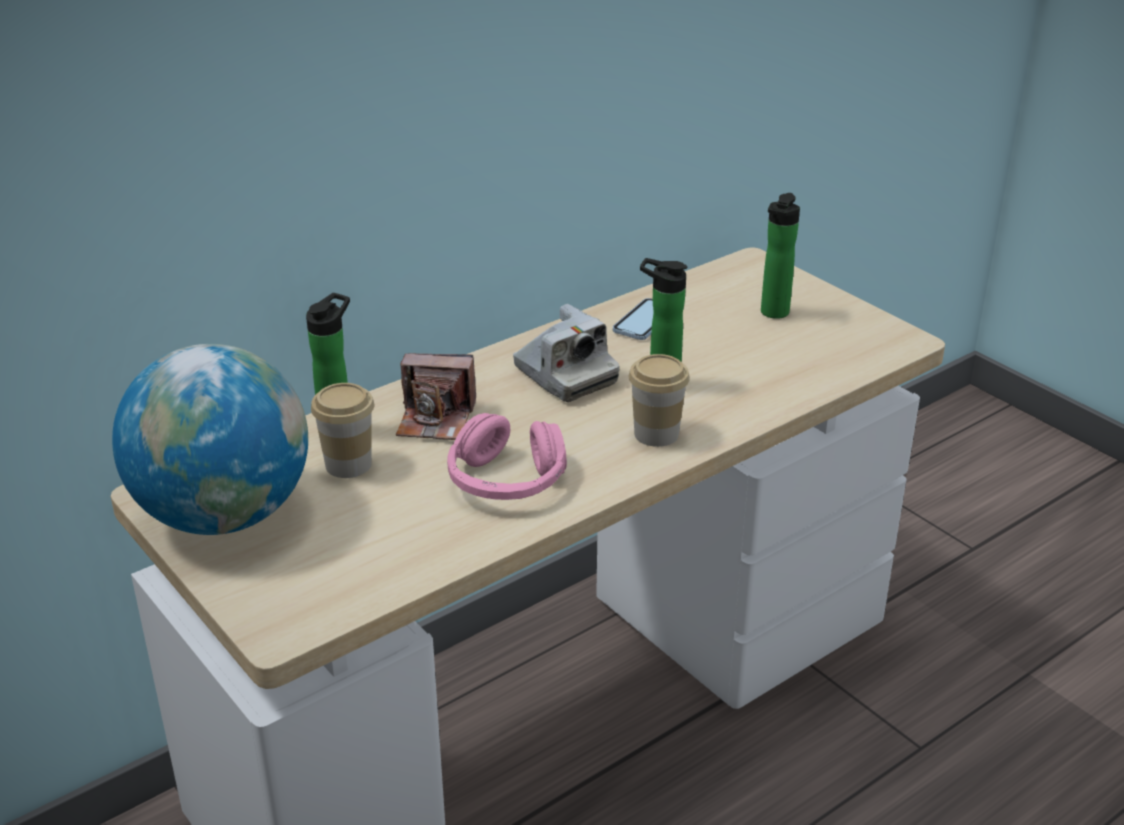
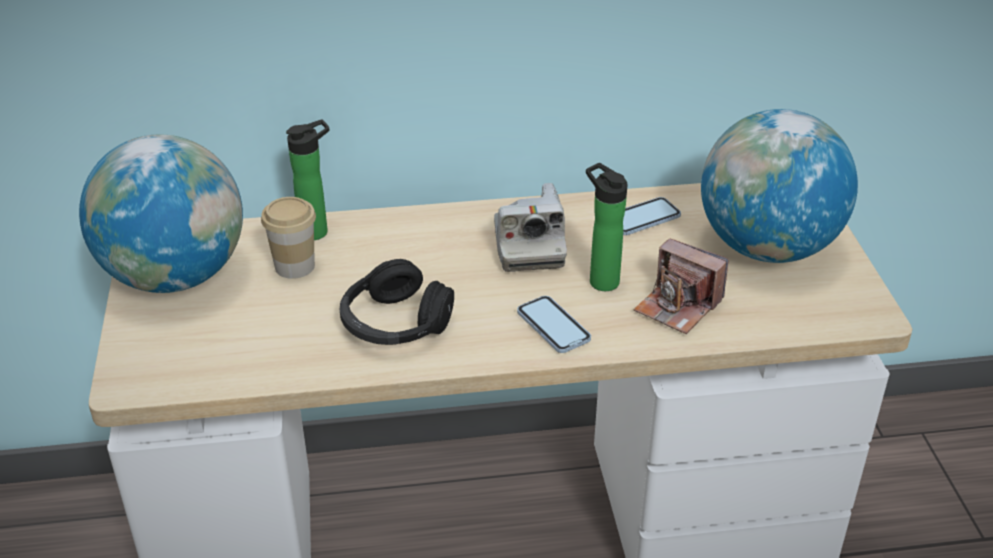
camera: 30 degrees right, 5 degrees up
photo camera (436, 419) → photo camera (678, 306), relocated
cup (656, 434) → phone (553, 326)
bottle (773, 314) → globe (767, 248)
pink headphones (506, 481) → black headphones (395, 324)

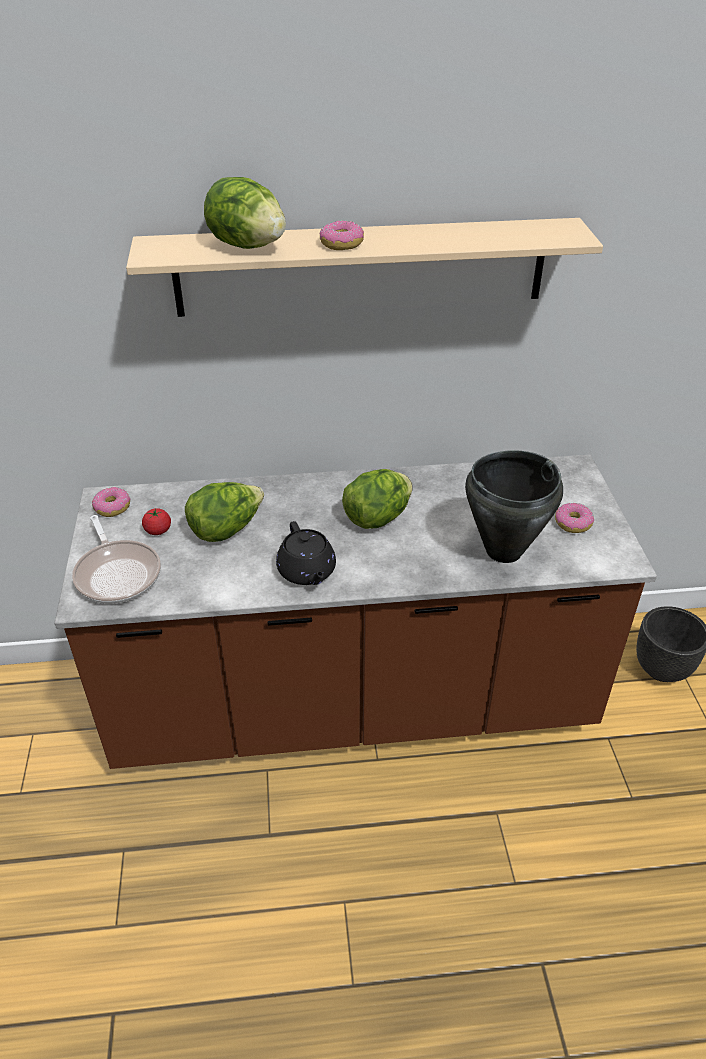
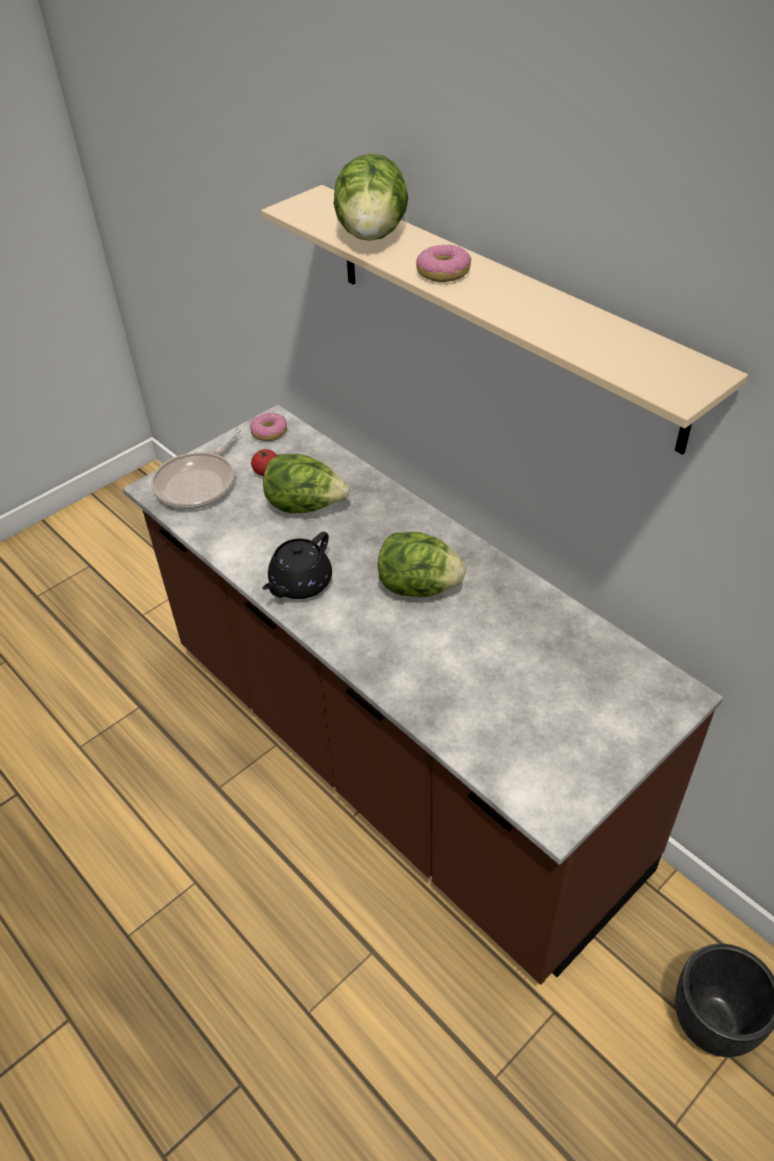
camera: 55 degrees right, 5 degrees up
black cooking pot (502, 550) → -
donut (573, 523) → -

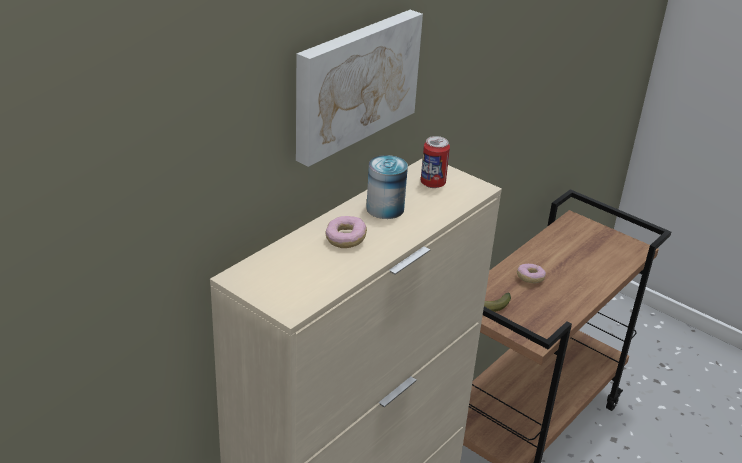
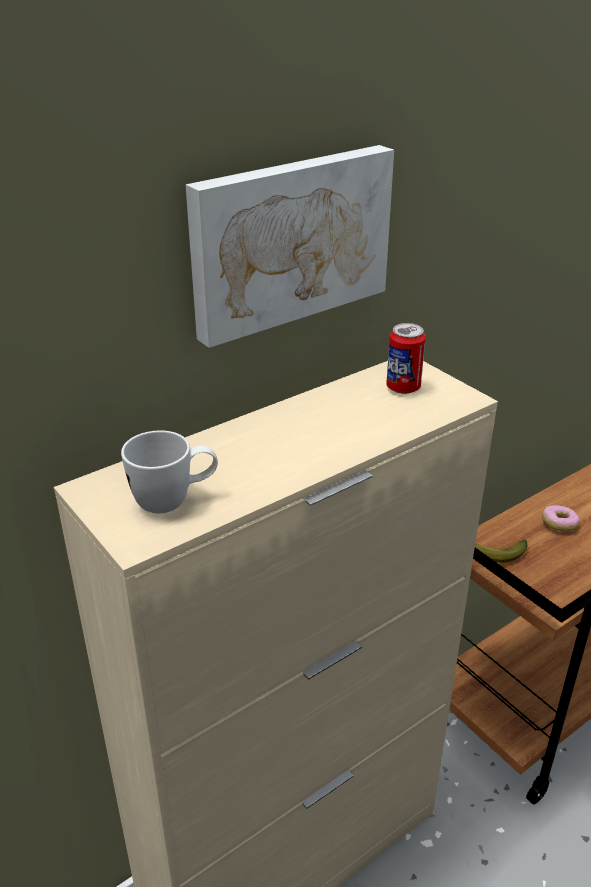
camera: 15 degrees right, 0 degrees up
donut (345, 239) → -
can (385, 208) → -
- → white mug (174, 501)

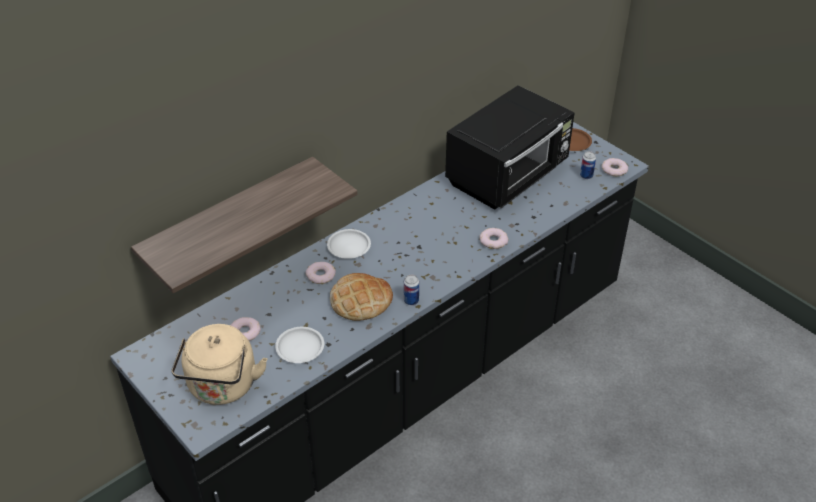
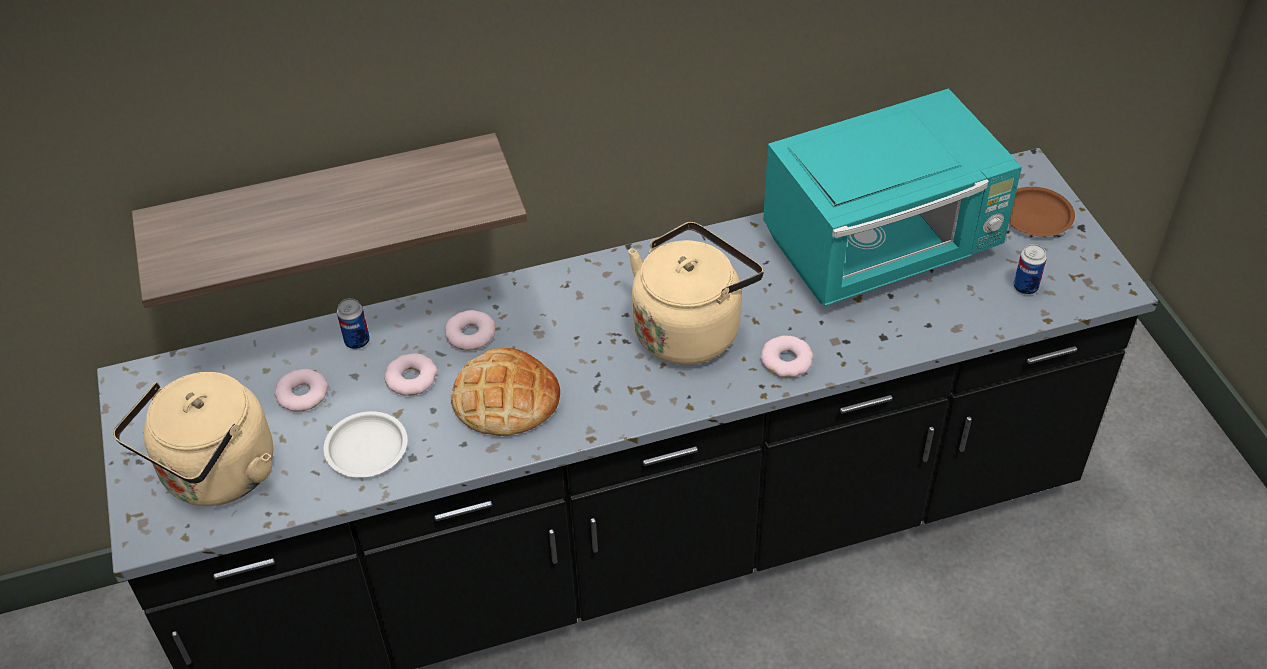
camera: 25 degrees right, 5 degrees up
white plate (348, 247) → -
- → beige kettle (690, 328)
can (411, 301) → can (357, 341), relocated
donut (614, 169) → donut (411, 378), relocated
black microwave (508, 176) → turquoise microwave (883, 248)

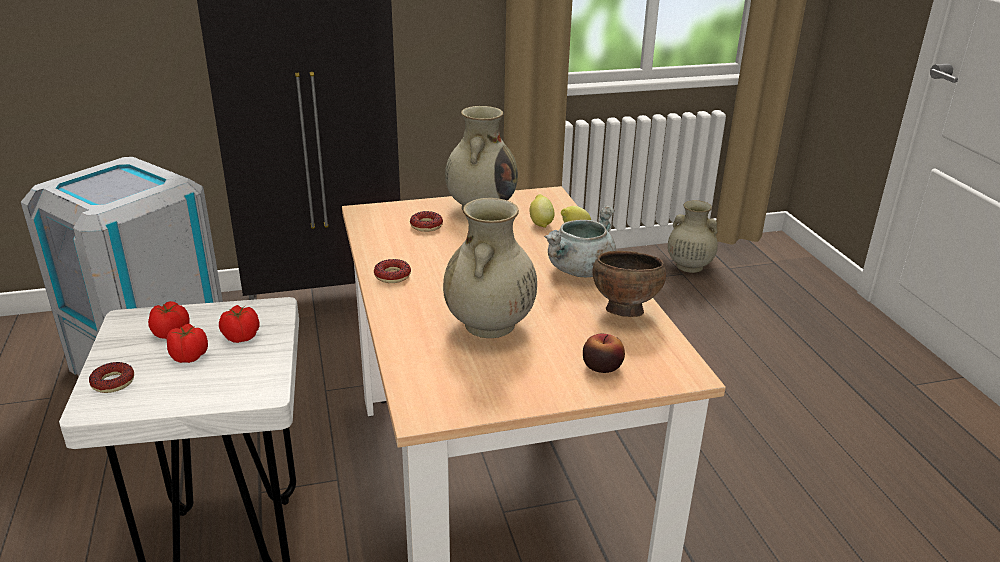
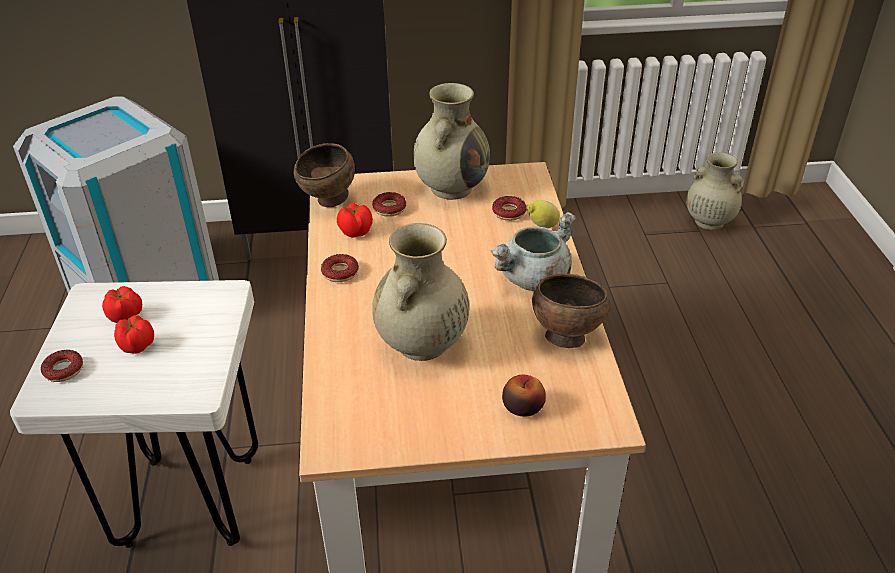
camera: 10 degrees right, 10 degrees up
- → brown bowl (329, 201)
tomato (240, 337) → tomato (355, 231), relocated
lemon (541, 223) → donut (509, 212)

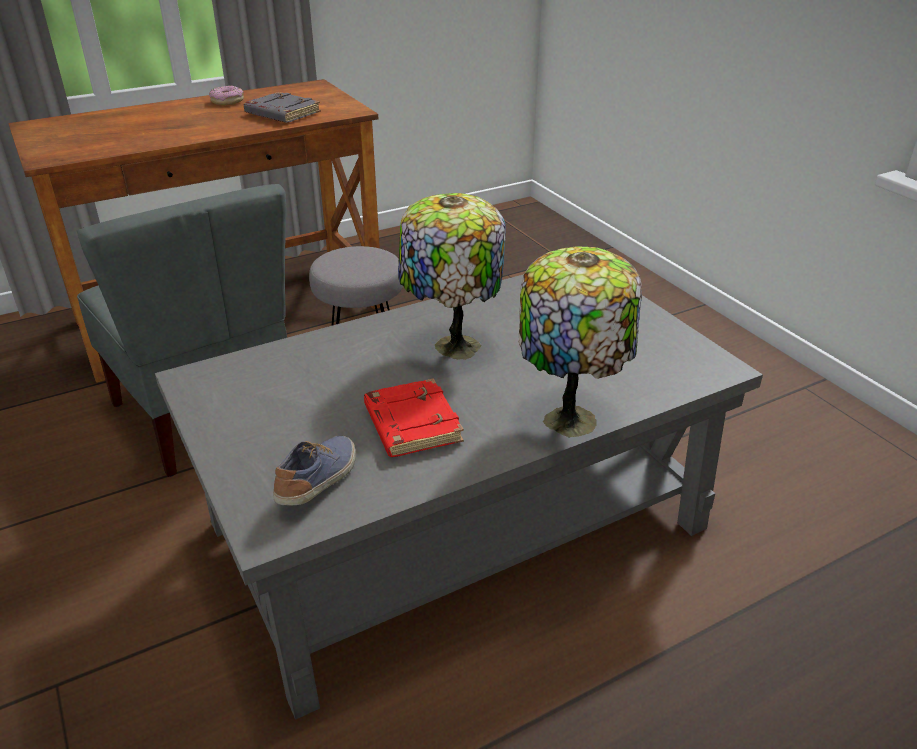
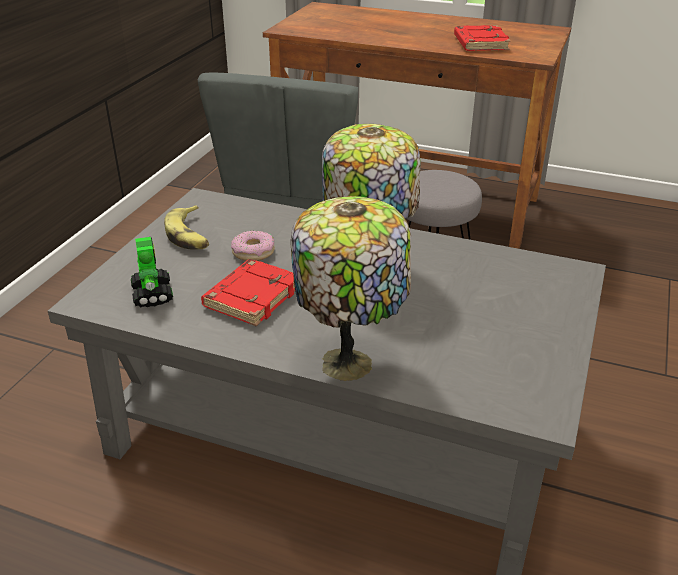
camera: 50 degrees right, 0 degrees up
- → banana (190, 235)
donut (227, 101) → donut (253, 252), relocated
shoe (319, 481) → toy robot (152, 293)
grey book (281, 114) → red book (479, 43)

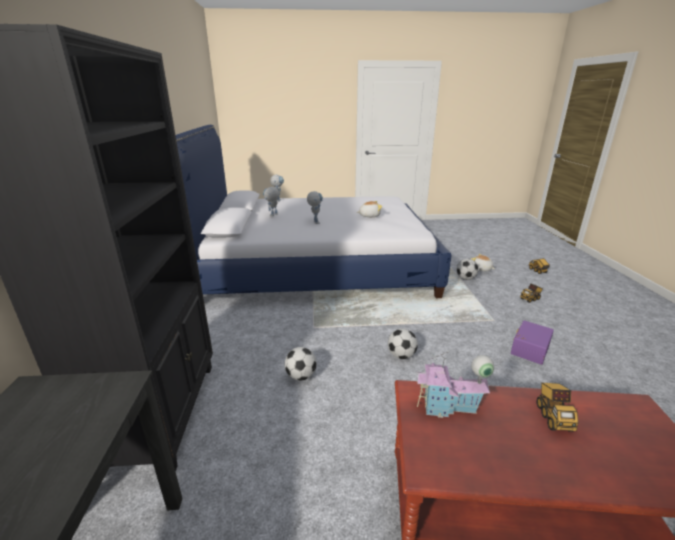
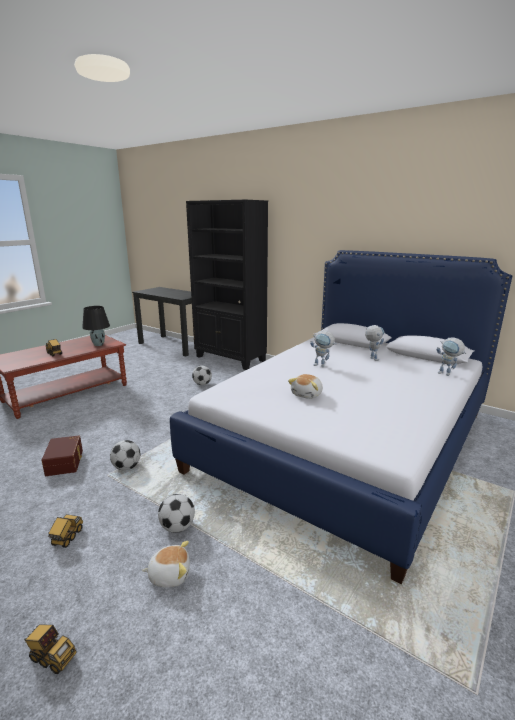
camera: 130 degrees right, 5 degrees down
football (401, 356) → football (126, 467), relocated
toy house (448, 406) → black table lamp (98, 345)
purple storage box (529, 348) → brown storage box (65, 462)

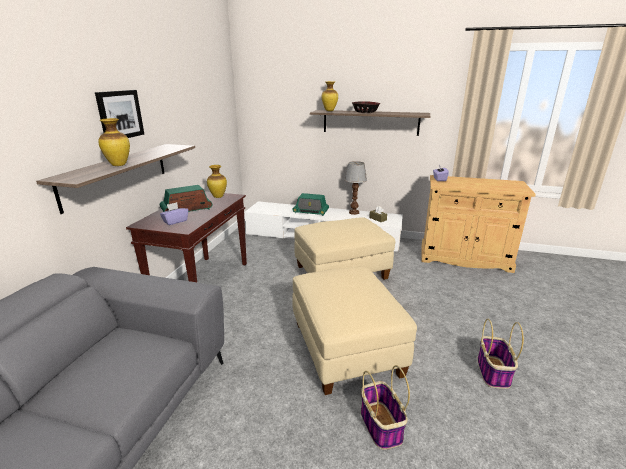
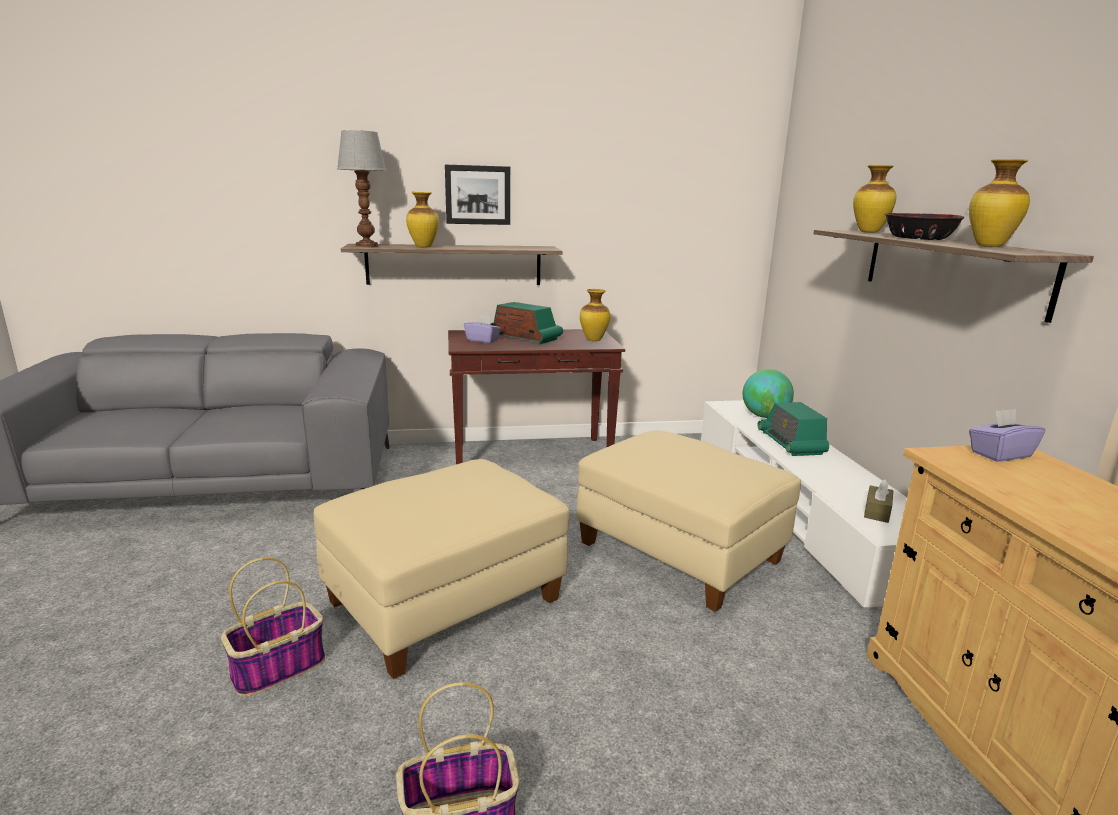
camera: 65 degrees right, 5 degrees down
- → globe (764, 416)
- → vase (988, 246)
table lamp (353, 212) → table lamp (367, 246), relocated

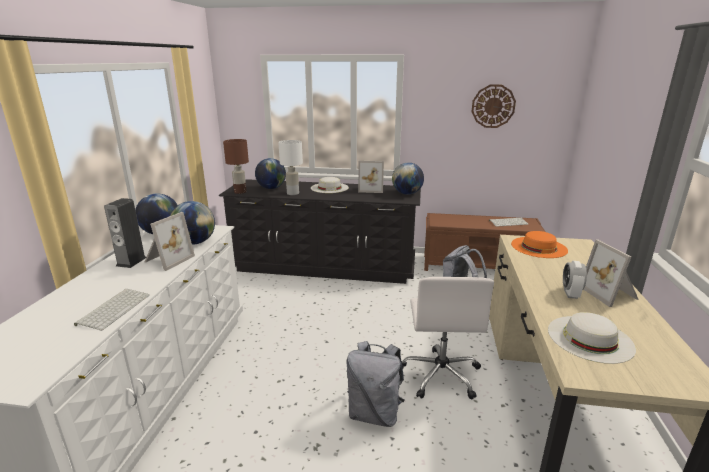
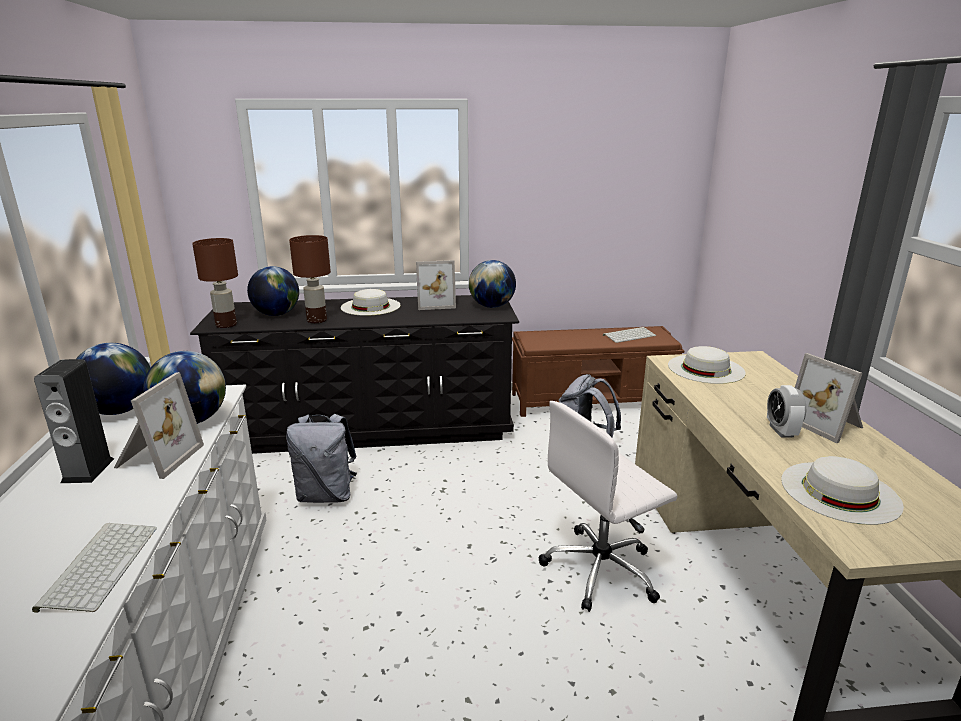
camera: 15 degrees left, 0 degrees up
wall clock (493, 106) → -
grey backpack (374, 413) → grey backpack (326, 495), relocated
white table lamp (293, 193) → brown table lamp (317, 320)
orange hat (538, 247) → white hat (705, 369)
white office chair (440, 374) → white office chair (602, 570), 75 degrees clockwise

